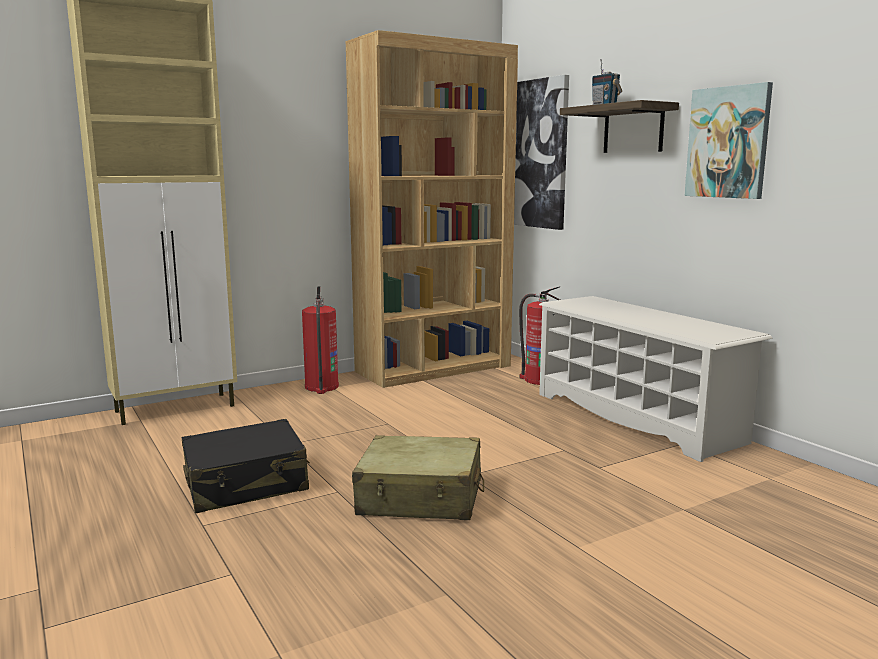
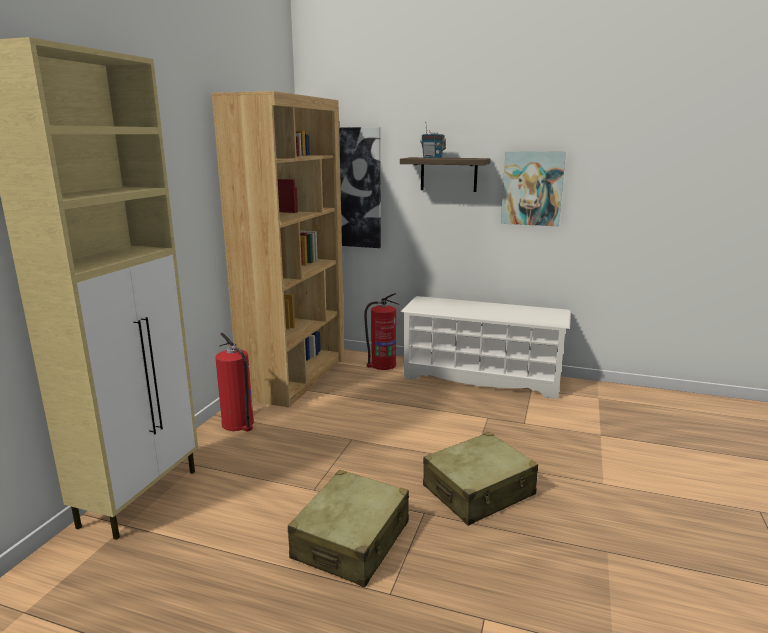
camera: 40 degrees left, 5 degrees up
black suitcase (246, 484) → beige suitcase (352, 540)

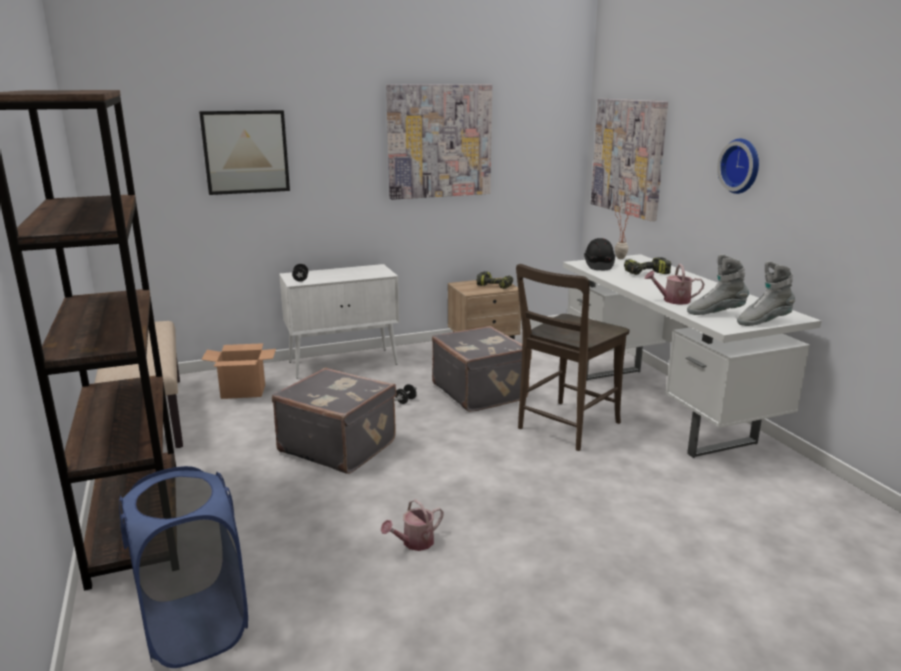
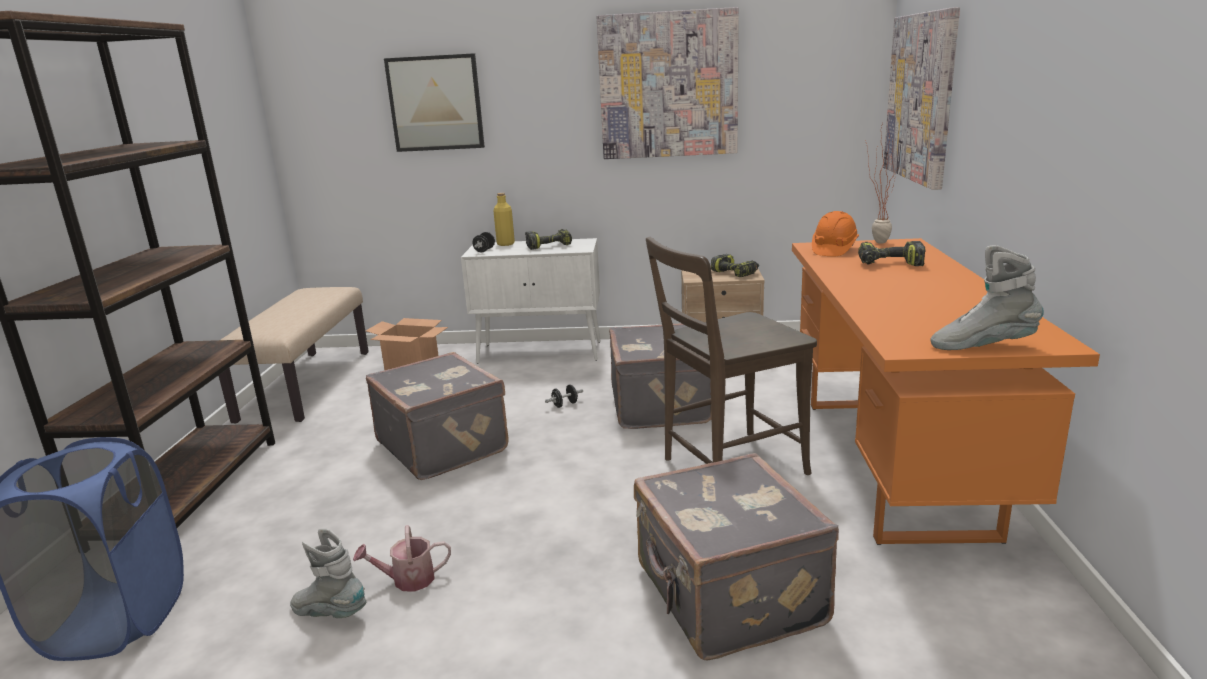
camera: 25 degrees right, 0 degrees up
watering can (672, 300) → -
wall clock (742, 166) → -
- → yellow bottle (505, 244)
- → power drill (549, 245)
- → grey suitcase (727, 597)
grey boot (715, 313) → grey boot (330, 613), relocated
white desk (662, 408) → orange desk (893, 463)
black hard hat (598, 265) → orange hard hat (833, 250)

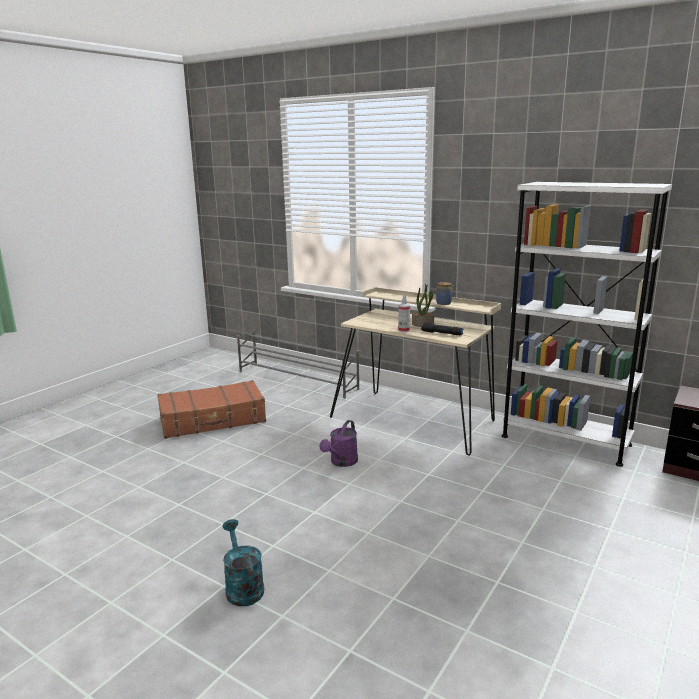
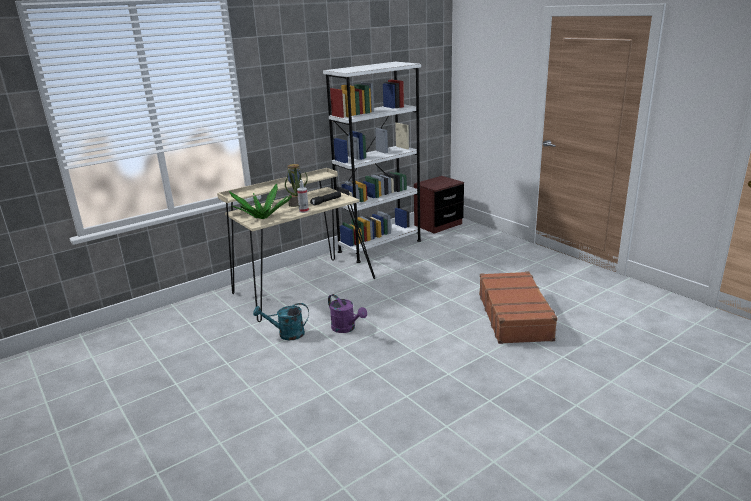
camera: 70 degrees left, 5 degrees up
grey shoe rack (297, 380) → -
- → potted plant (262, 217)
brown suitcase (213, 420) → brown suitcase (515, 316), relocated
turquoise watering can (242, 586) → turquoise watering can (286, 334), relocated

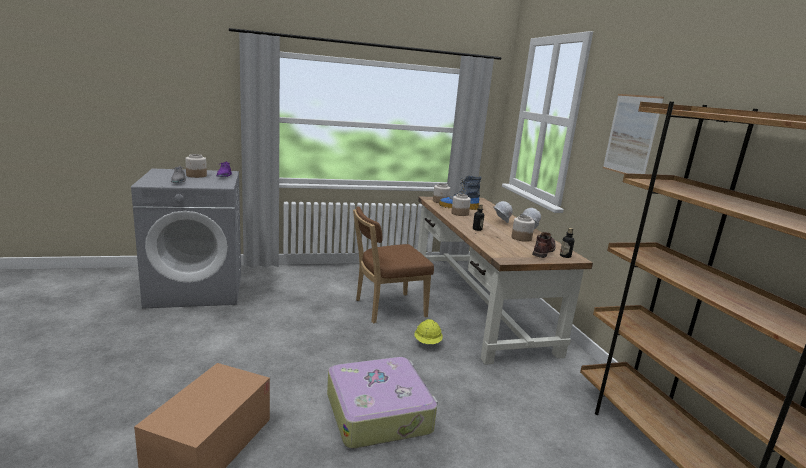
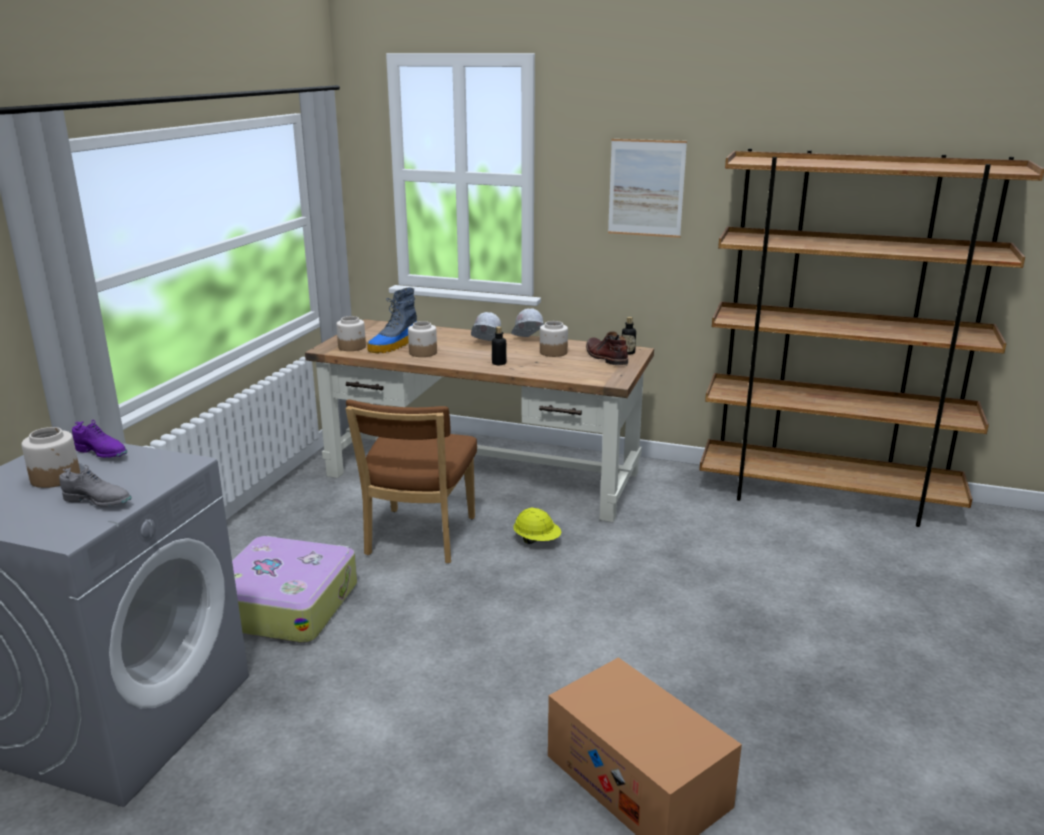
camera: 55 degrees left, 5 degrees up
suitcase (379, 412) → suitcase (284, 604), relocated

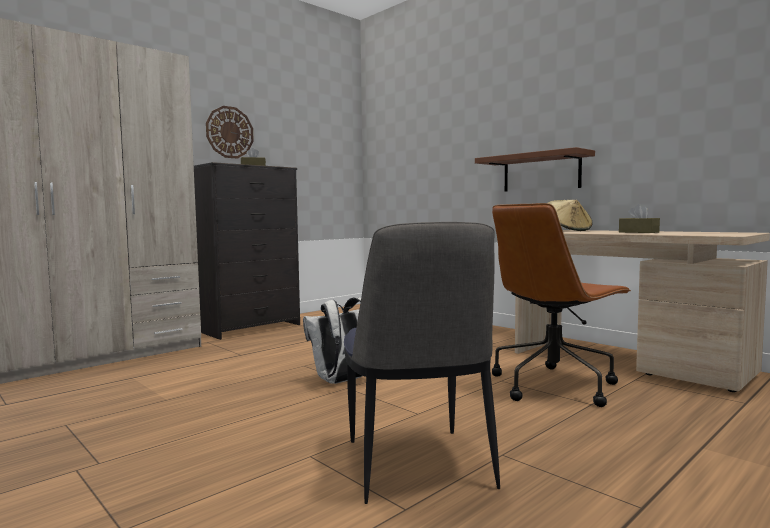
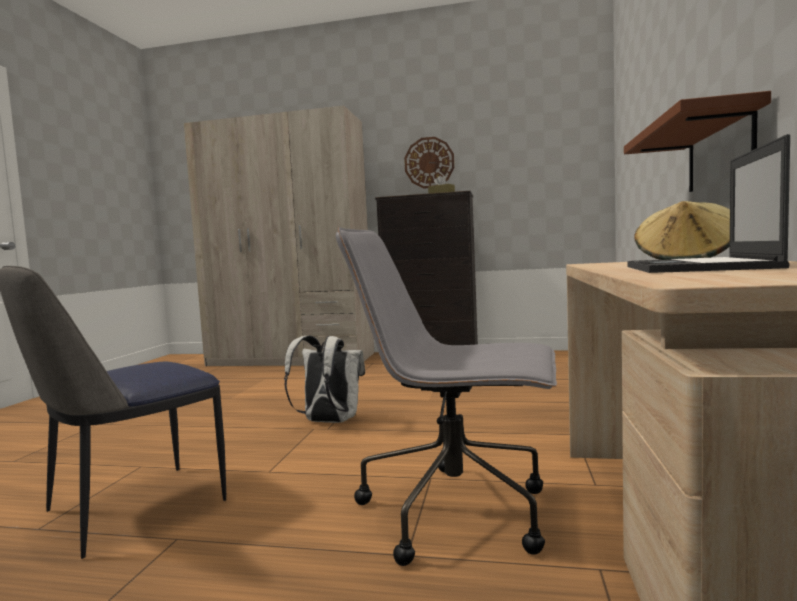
camera: 55 degrees right, 0 degrees up
brown tissue box (638, 232) → laptop (697, 267)
brown office chair (554, 385) → grey office chair (458, 511)

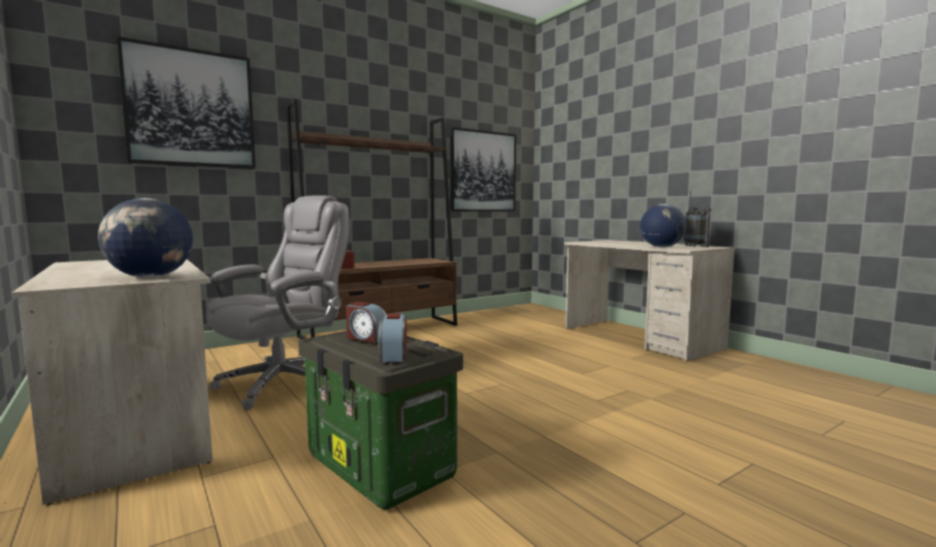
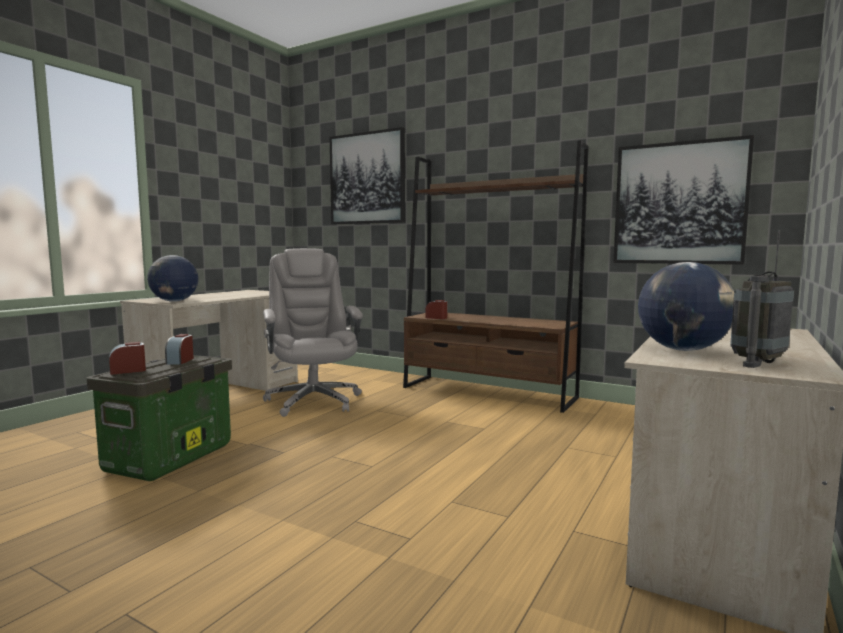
camera: 65 degrees right, 0 degrees up
grey office chair (284, 383) → grey office chair (313, 401), 120 degrees counterclockwise

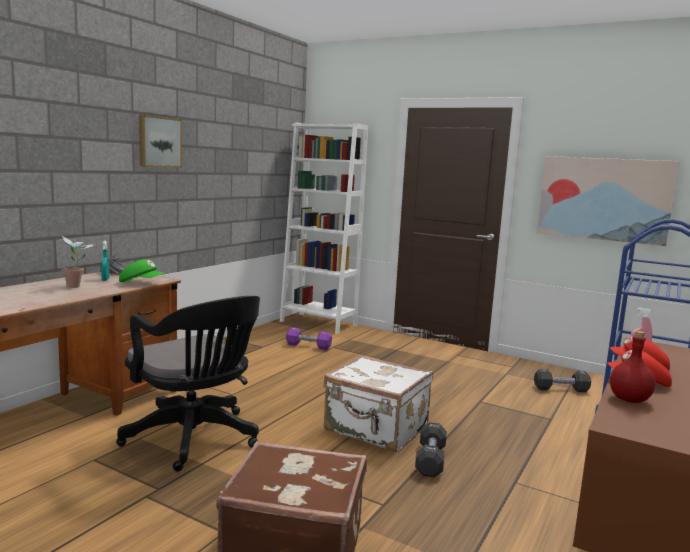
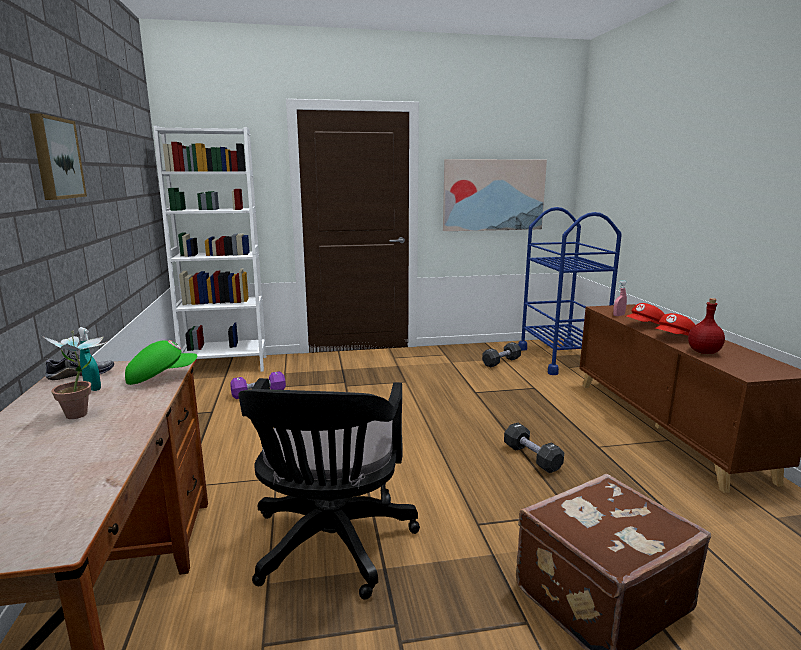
camera: 40 degrees left, 5 degrees up
white suitcase (376, 429) → -
black office chair (195, 439) → black office chair (330, 547), 90 degrees clockwise

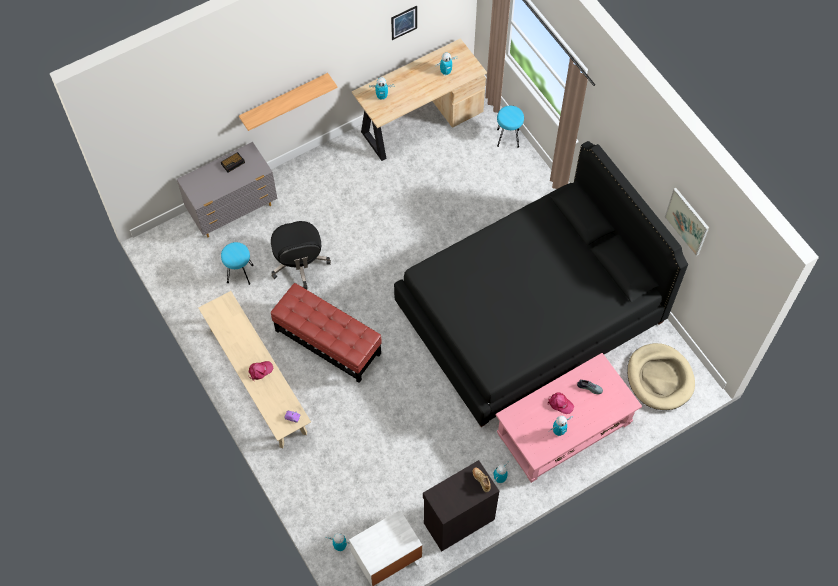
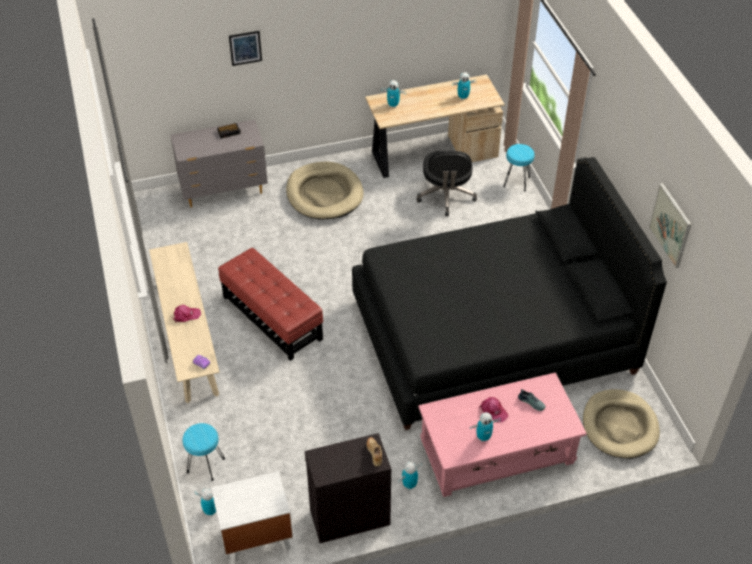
camera: 15 degrees right, 15 degrees down
shelf (284, 100) → -
- → beige dog bed (324, 194)
turquoise stool (239, 273) → turquoise stool (205, 465), relocated
black office chair (299, 263) → black office chair (446, 196), relocated
picture (404, 22) → picture (245, 48), relocated

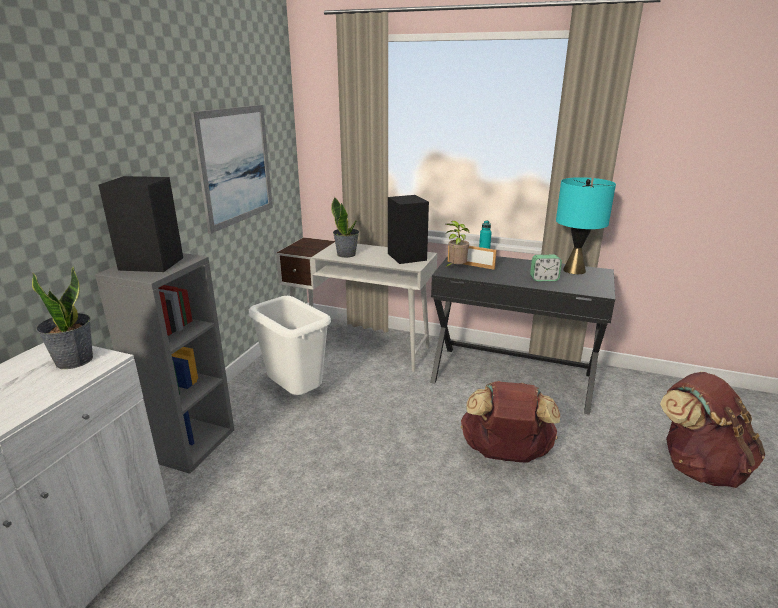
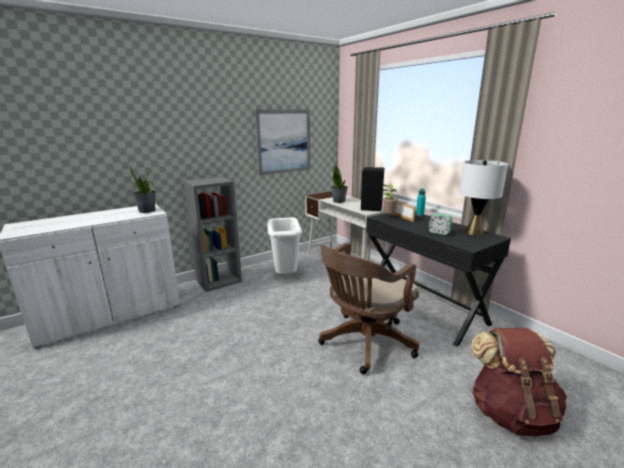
camera: 35 degrees right, 5 degrees down
black speaker (153, 264) → -
brown backpack (505, 454) → brown office chair (364, 343)
turquoise table lamp (574, 270) → white table lamp (474, 232)

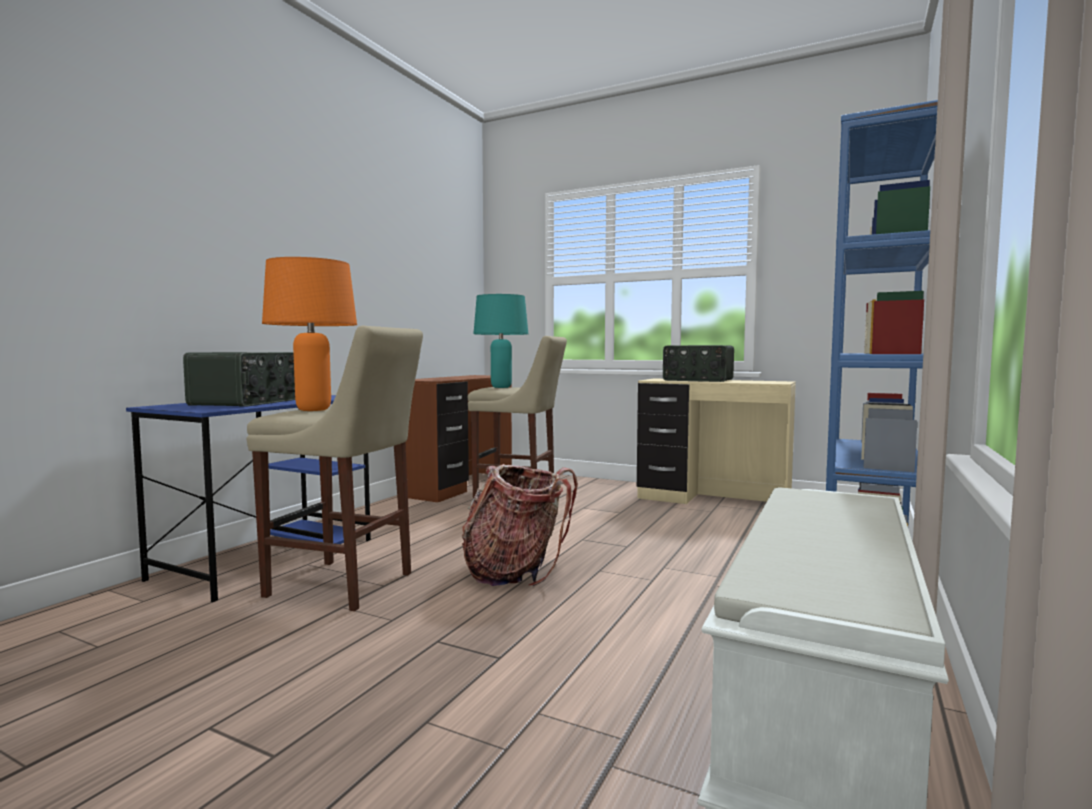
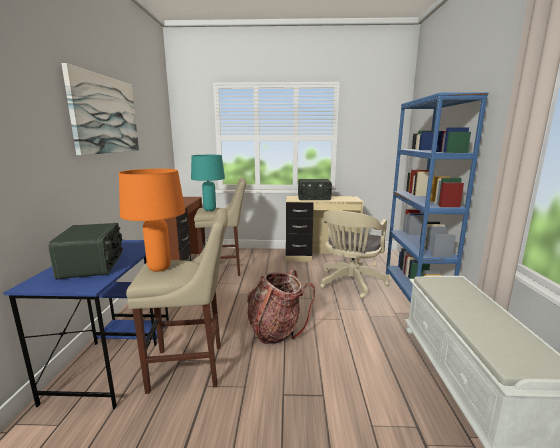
camera: 25 degrees left, 10 degrees up
- → picture (105, 115)
- → beige office chair (350, 284)

